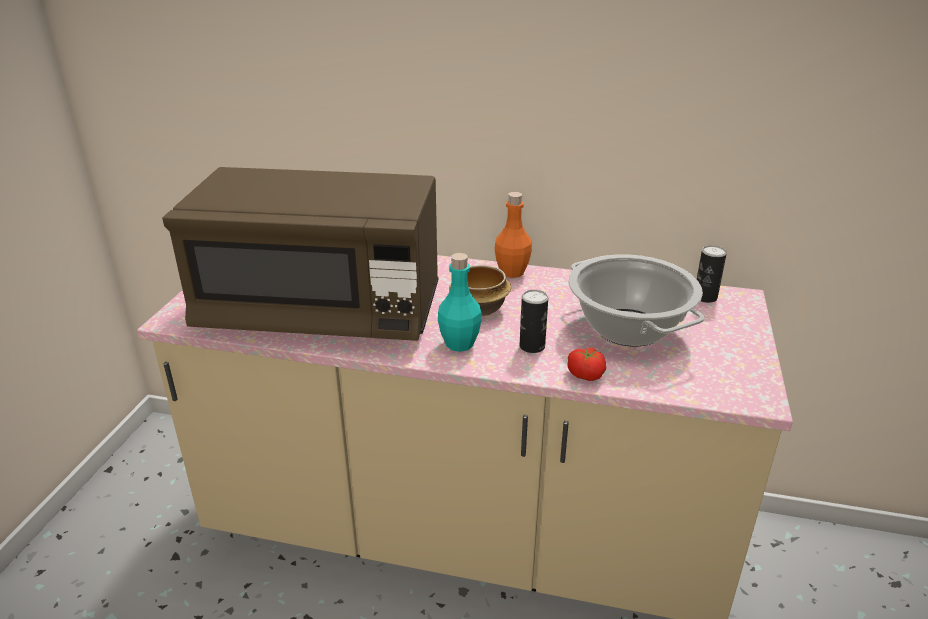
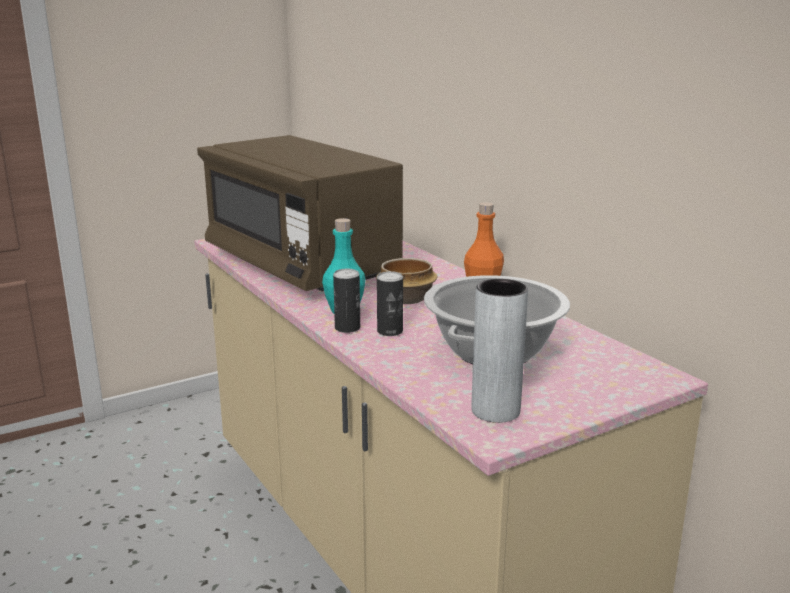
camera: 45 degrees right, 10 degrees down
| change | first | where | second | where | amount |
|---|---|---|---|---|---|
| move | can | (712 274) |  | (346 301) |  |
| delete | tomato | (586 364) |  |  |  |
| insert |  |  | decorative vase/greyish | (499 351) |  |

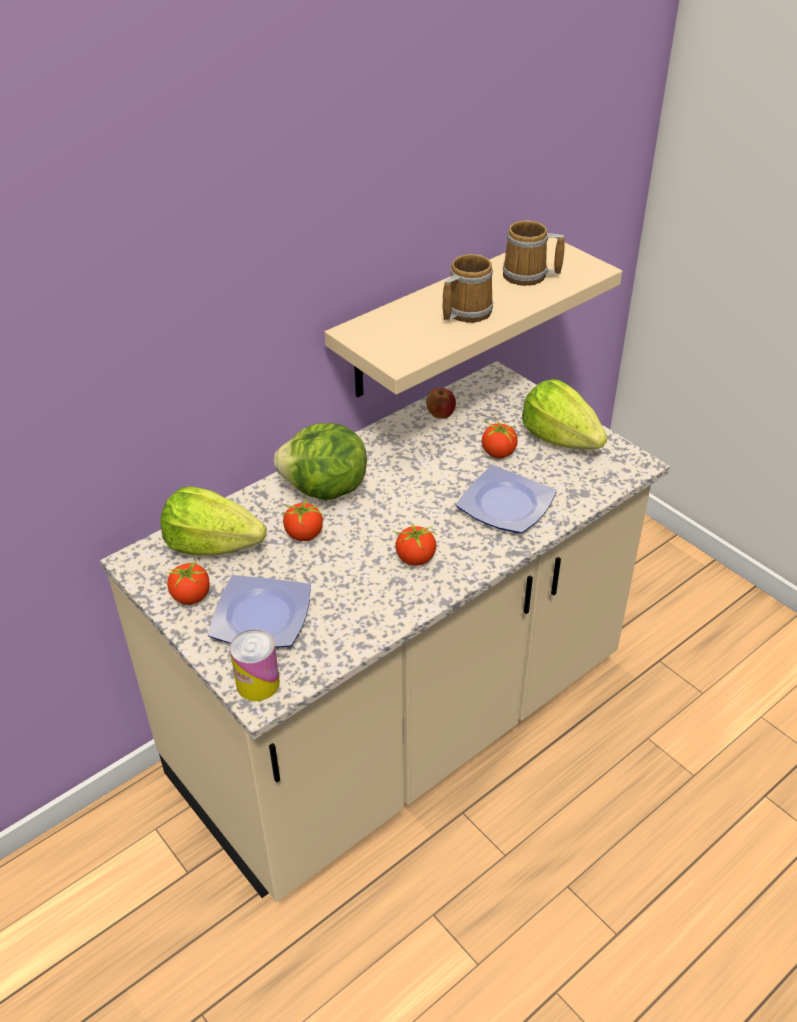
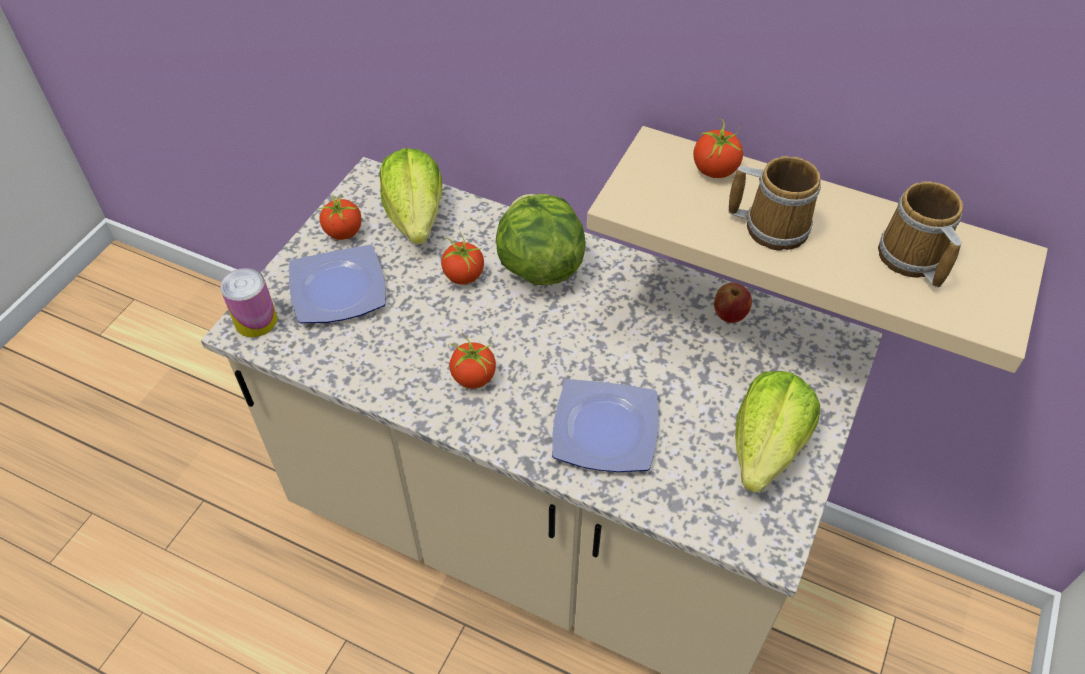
camera: 65 degrees right, 10 degrees up
| change | first | where | second | where | amount |
|---|---|---|---|---|---|
| move | tomato | (500 437) |  | (718 148) |  |

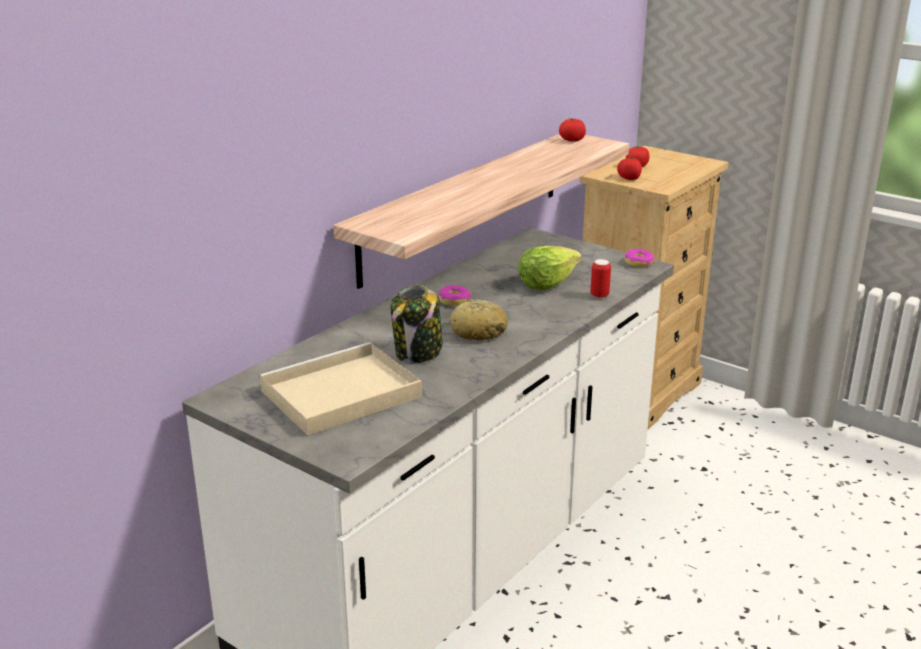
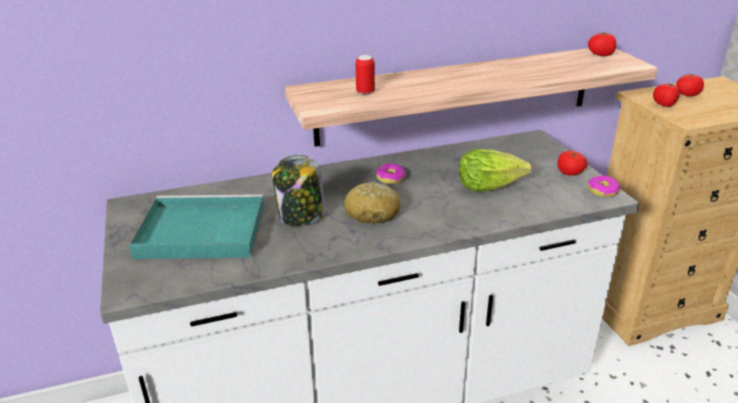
camera: 35 degrees right, 5 degrees up
| change | first | where | second | where | amount |
|---|---|---|---|---|---|
| move | can | (600 278) |  | (365 75) |  |
| recolor | serving tray/sand-coloured | (340 388) | serving tray/turquoise-coloured | (197 226) |  |
| insert |  |  | tomato | (572 163) |  |

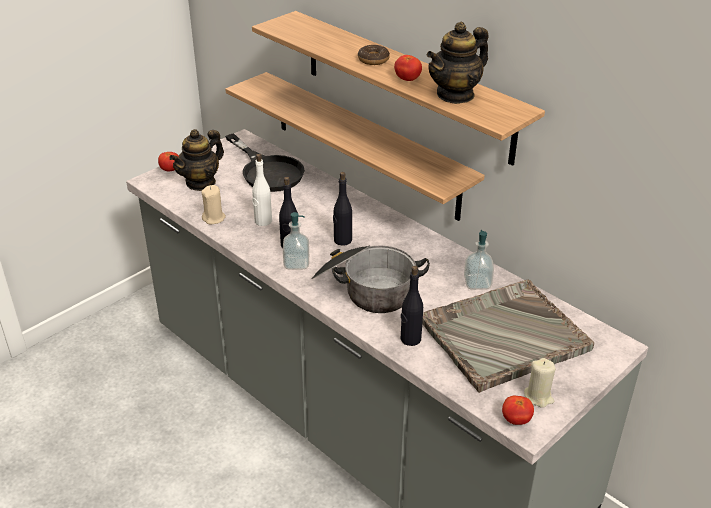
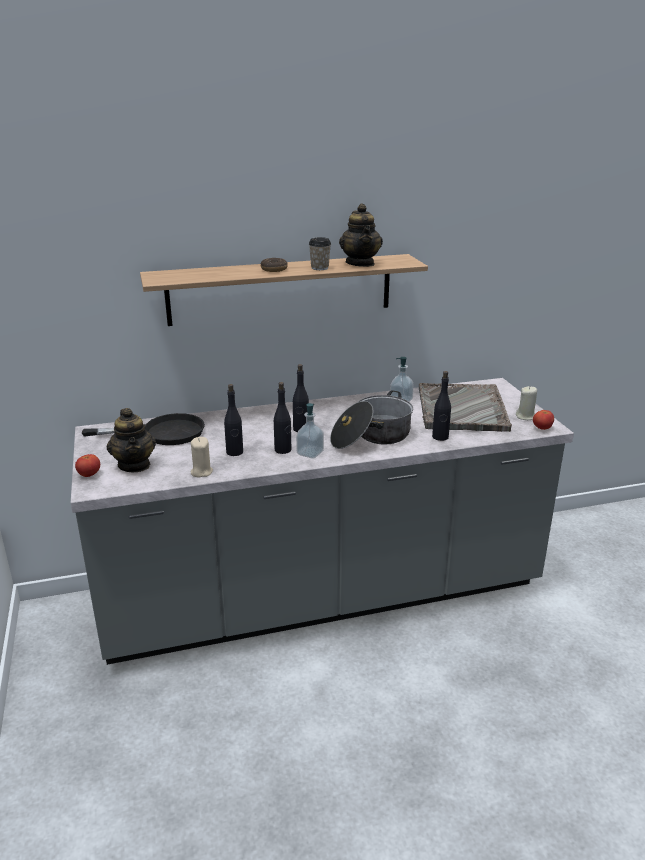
camera: 60 degrees left, 10 degrees down
| change | first | where | second | where | amount |
|---|---|---|---|---|---|
| replace | tomato | (408 68) | drinking cup | (320 253) |  |
| delete | wall shelf | (355 146) |  |  |  |
| recolor | drink bottle/white-coloured | (262 190) | drink bottle/black | (233 420) |  |

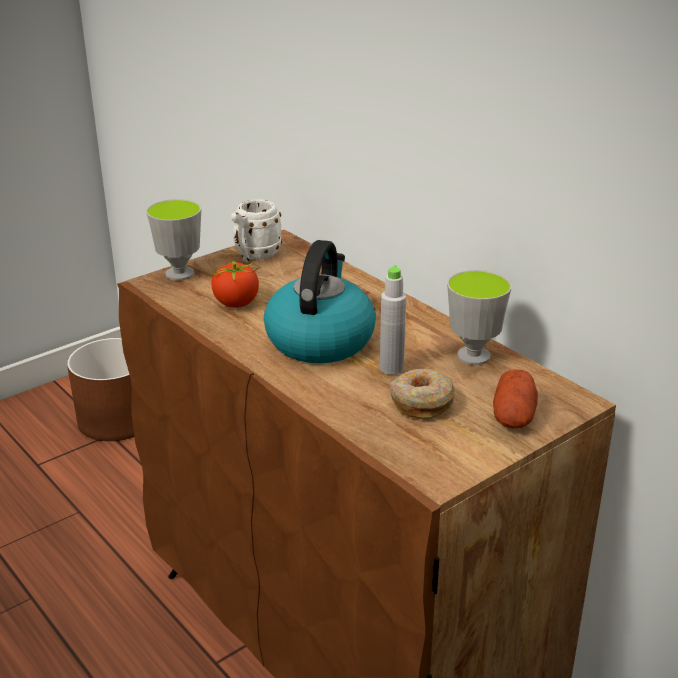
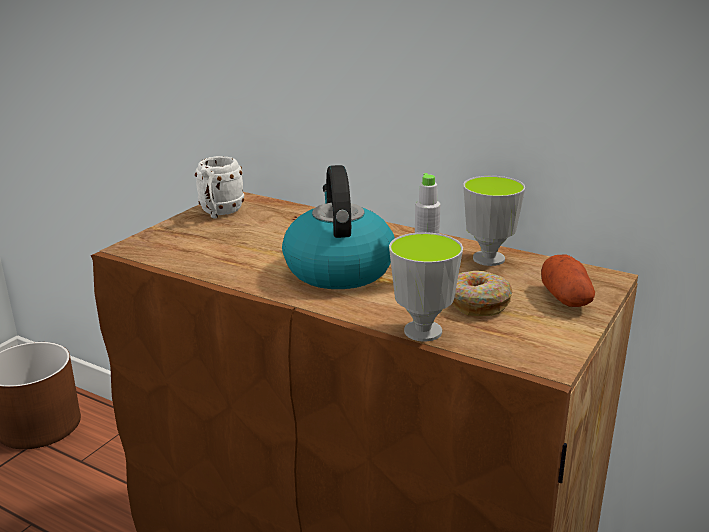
camera: 20 degrees left, 5 degrees down
| change | first | where | second | where | amount |
|---|---|---|---|---|---|
| move | drinking cup | (173 240) |  | (426 286) |  |
| delete | tomato | (234 282) |  |  |  |

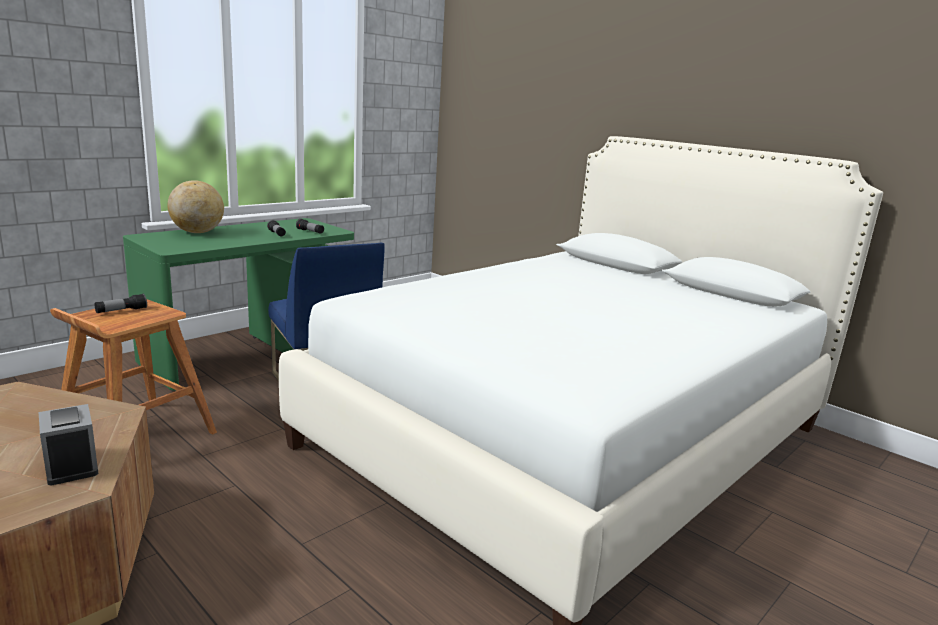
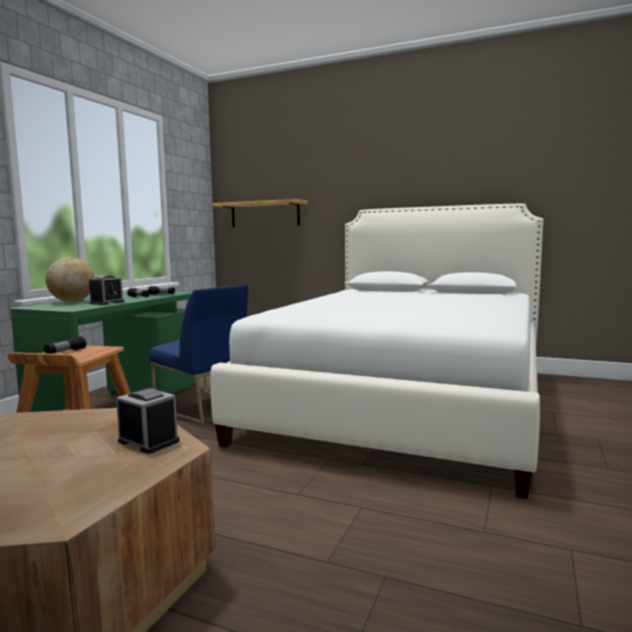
camera: 20 degrees left, 10 degrees down
| change | first | where | second | where | amount |
|---|---|---|---|---|---|
| insert |  |  | wall shelf | (260 213) |  |
| insert |  |  | bedside clock | (106 290) |  |

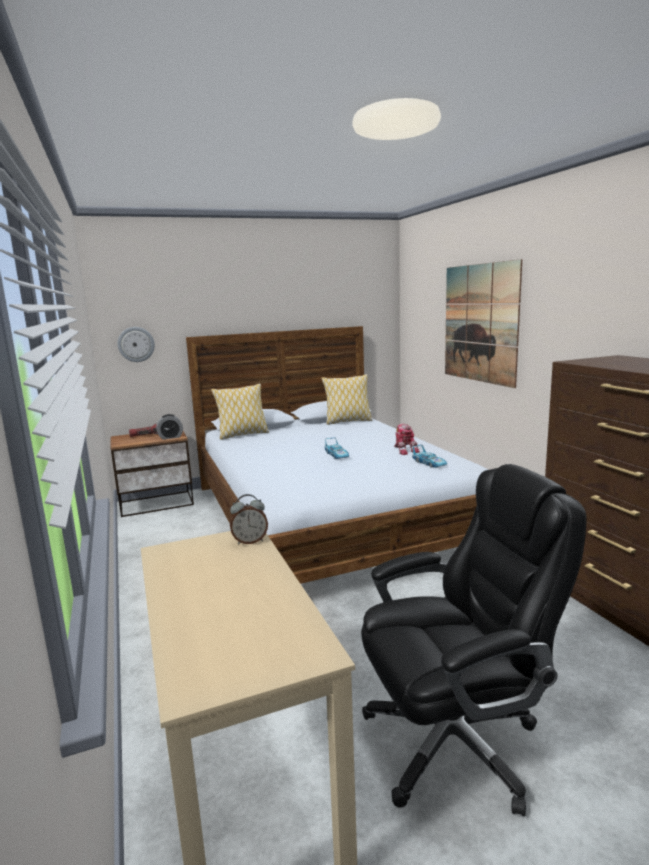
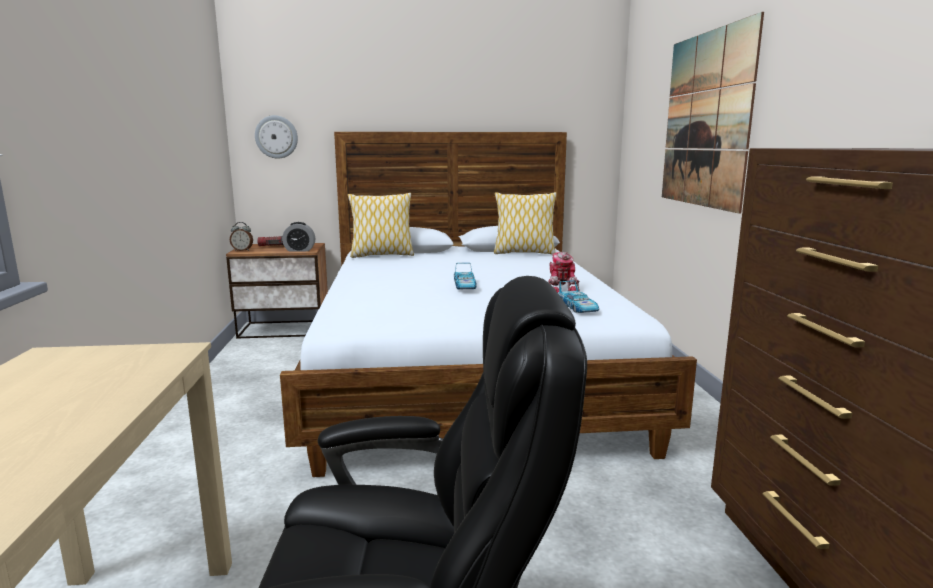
camera: 15 degrees right, 0 degrees up
| change | first | where | second | where | amount |
|---|---|---|---|---|---|
| move | bedside clock | (249 519) |  | (241 236) |  |

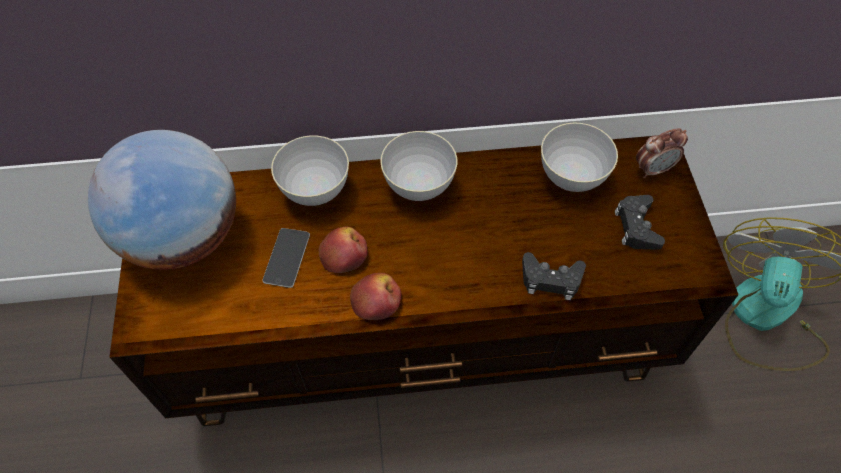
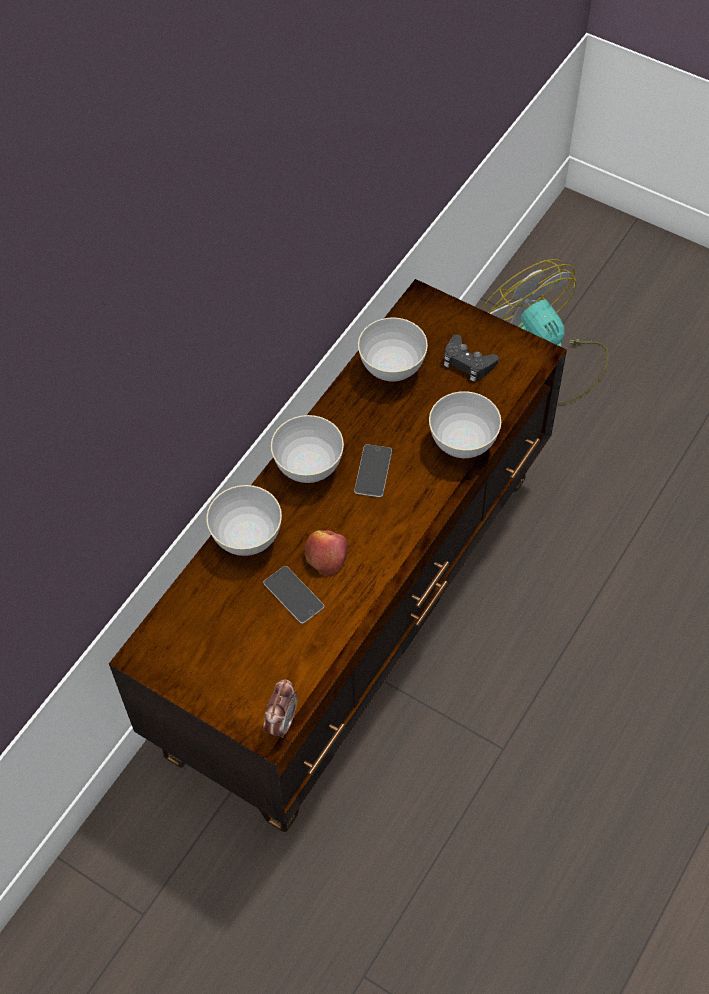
camera: 50 degrees left, 0 degrees up
| change | first | where | second | where | amount |
|---|---|---|---|---|---|
| move | bedside clock | (662 153) |  | (280 708) |  |
| delete | desk globe | (162 200) |  |  |  |
| replace | gamepad/black | (554 276) | deep dish/greyish | (465 424) |  |
| delete | apple fruit | (375 296) |  |  |  |
| insert |  |  | handset | (373 470) |  |

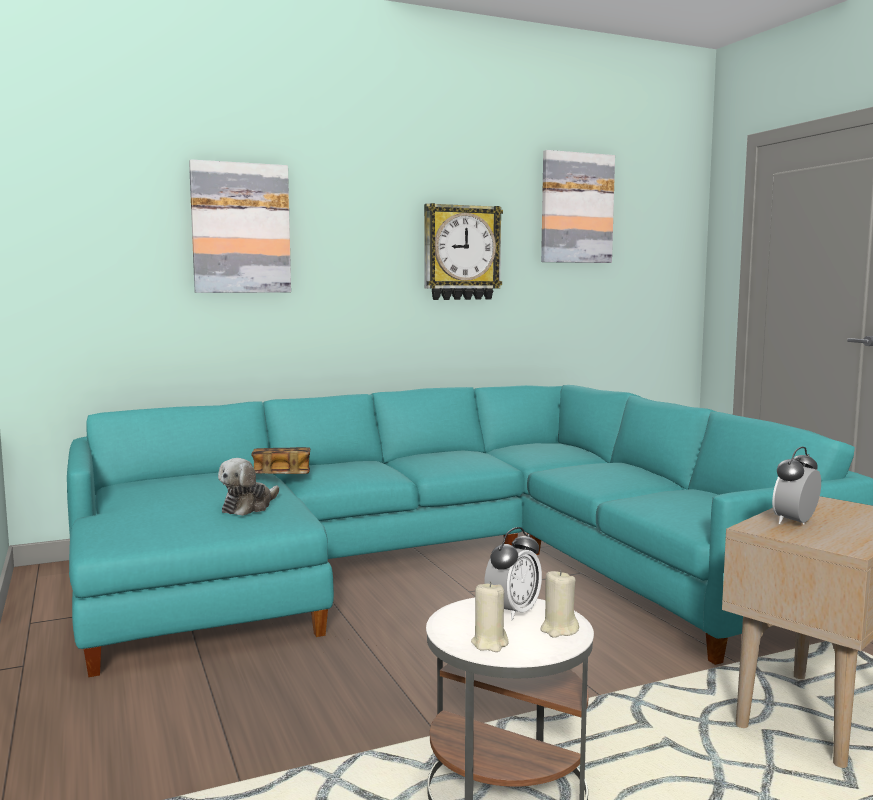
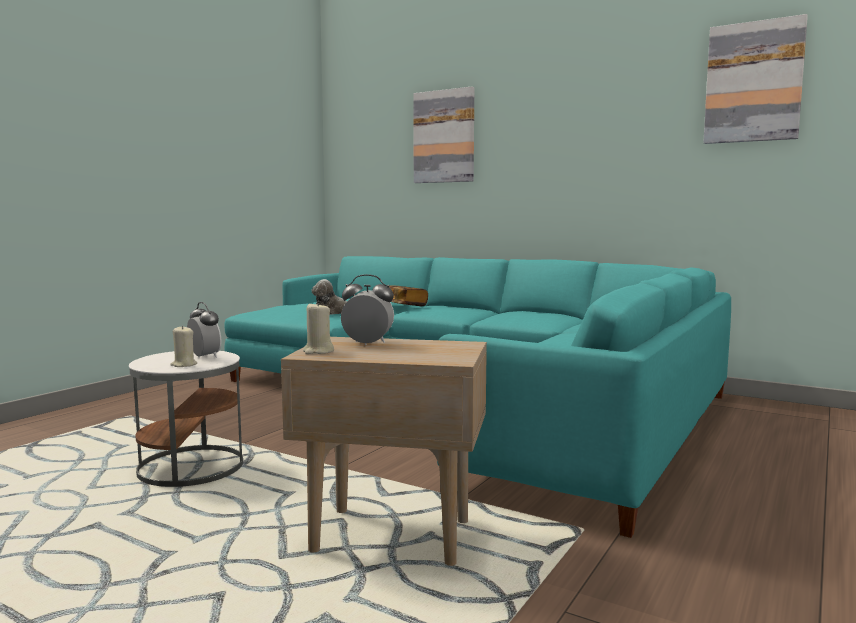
camera: 55 degrees right, 0 degrees up
| change | first | where | second | where | amount |
|---|---|---|---|---|---|
| delete | wall clock | (463 251) |  |  |  |
| rotate | bedside clock | (513 573) |  | (204 330) | 135 degrees counterclockwise |
| move | wax light/sand-coloured | (490 616) |  | (318 327) |  |

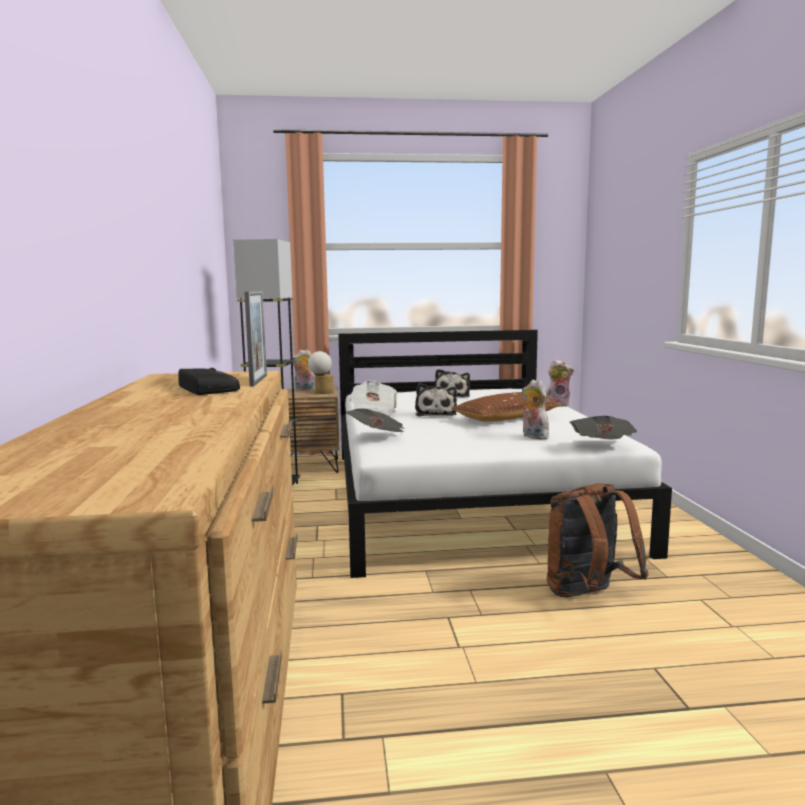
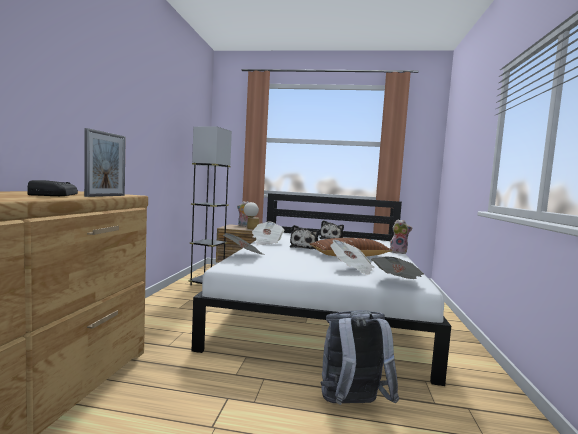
camera: 15 degrees right, 5 degrees down
| change | first | where | second | where | amount |
|---|---|---|---|---|---|
| replace | plush toy | (535 409) | newspaper | (352 257) |  |
| recolor | rucksack/brownish | (598 540) | rucksack/greyish | (359 357) |  |

